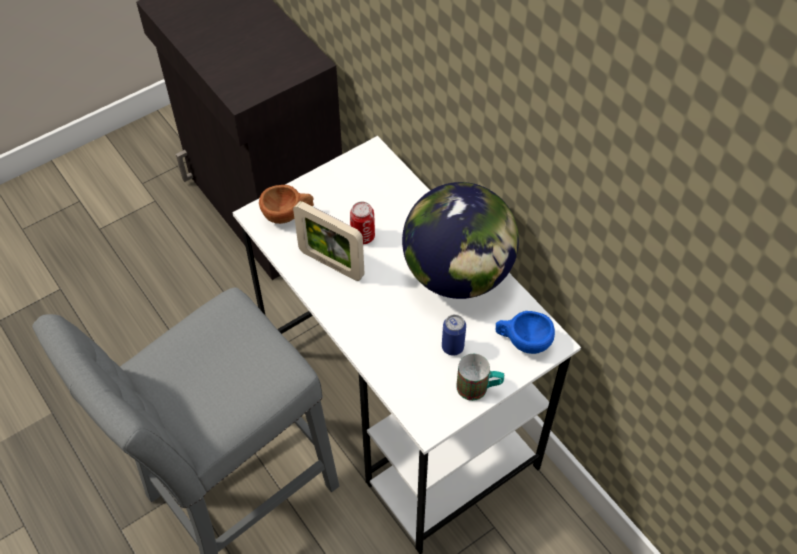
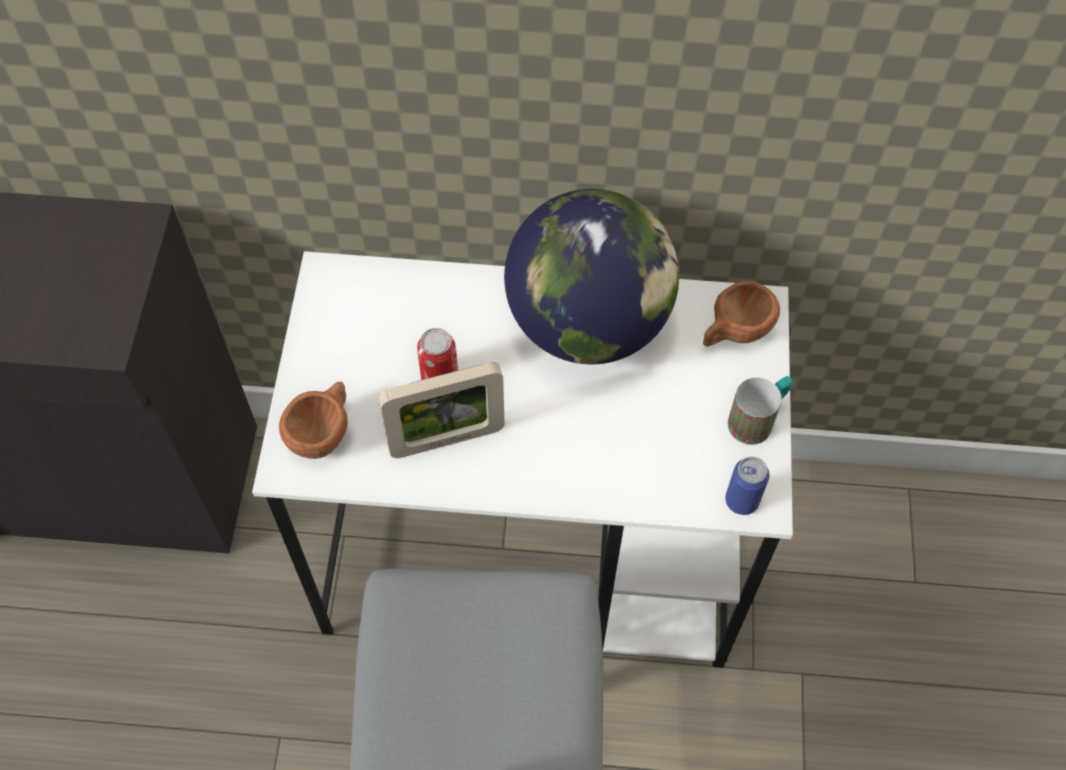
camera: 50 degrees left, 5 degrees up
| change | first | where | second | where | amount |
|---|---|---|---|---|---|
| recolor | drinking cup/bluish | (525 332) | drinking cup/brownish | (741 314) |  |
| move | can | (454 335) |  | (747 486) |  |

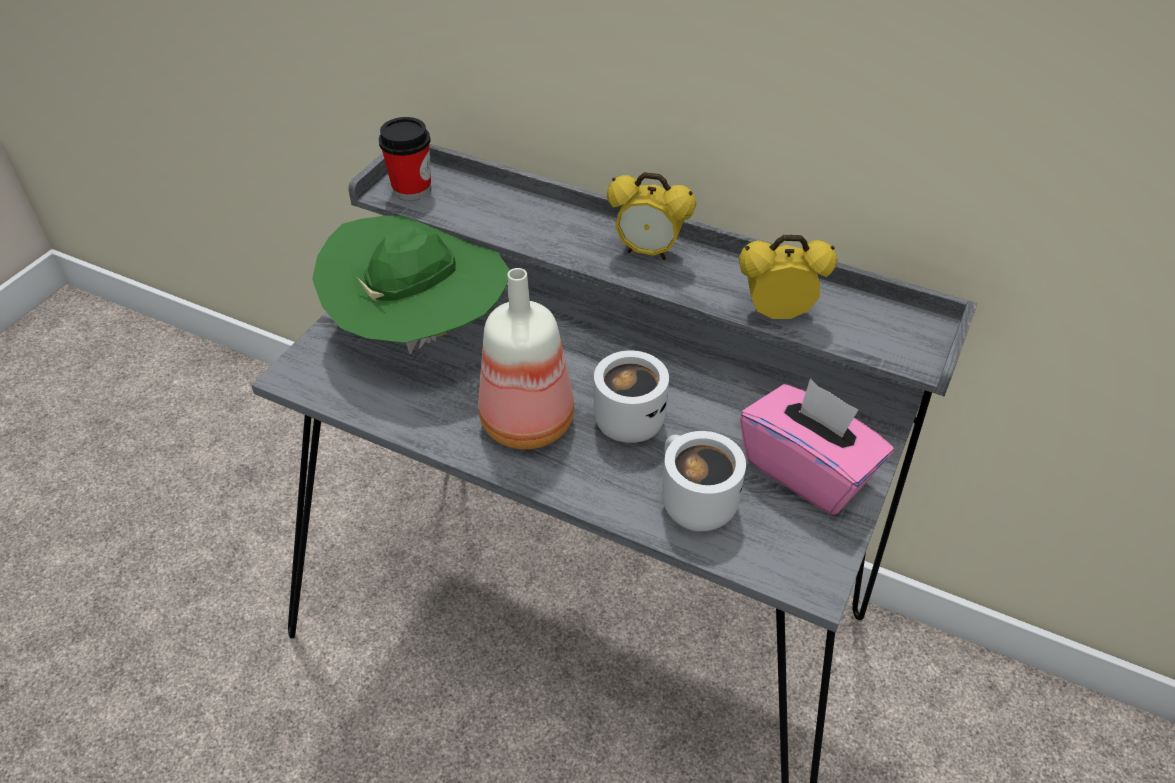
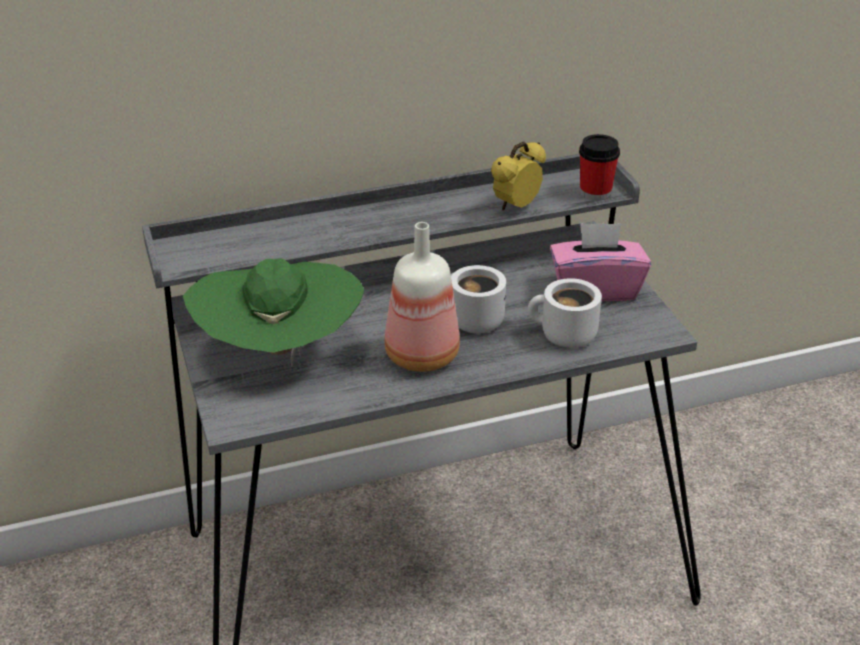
camera: 45 degrees left, 10 degrees down
| change | first | where | second | where | amount |
|---|---|---|---|---|---|
| move | drinking cup | (405 159) |  | (599 167) |  |
| delete | bedside clock | (651 216) |  |  |  |

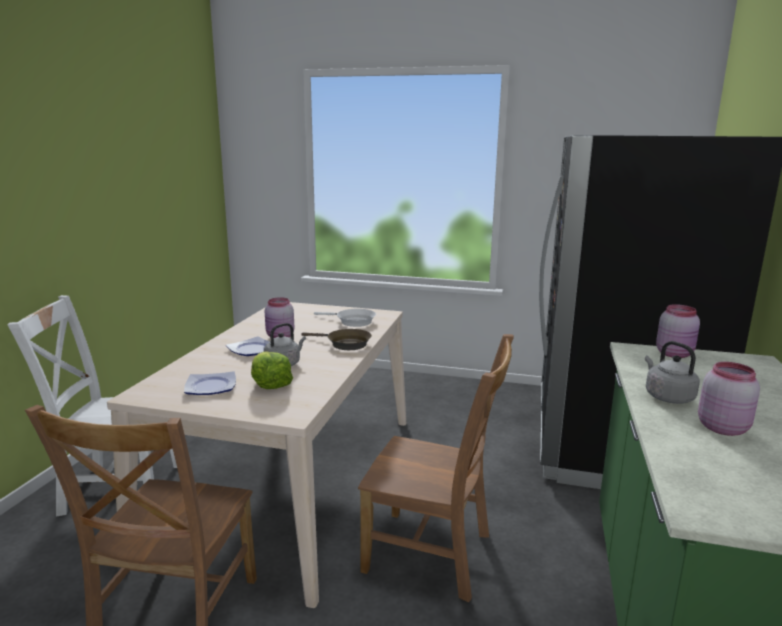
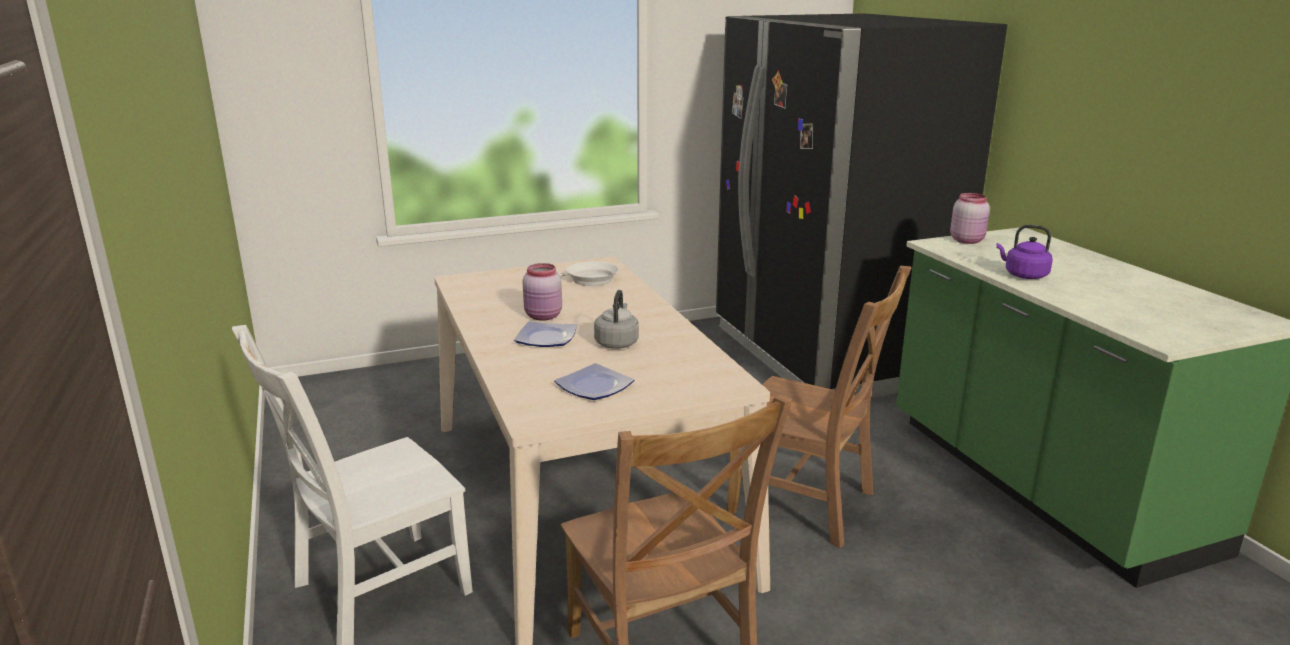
camera: 35 degrees left, 5 degrees up
| change | first | where | second | where | amount |
|---|---|---|---|---|---|
| delete | skillet/brownish | (336 339) |  |  |  |
| rotate | upright chair/brownish | (436 468) |  | (819 407) | 45 degrees clockwise |
| recolor | water kettle/greyish | (672 372) | water kettle/purple-coloured | (1024 252) |  |
| delete | lettuce head | (272 370) |  |  |  |
| delete | storage jar/pinkish | (729 399) |  |  |  |

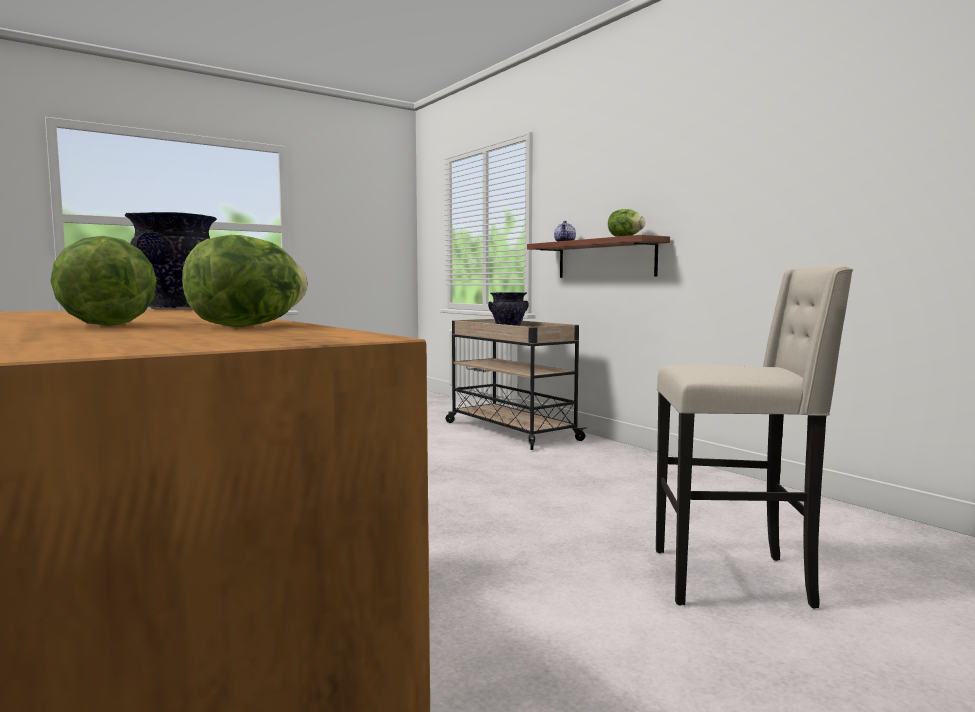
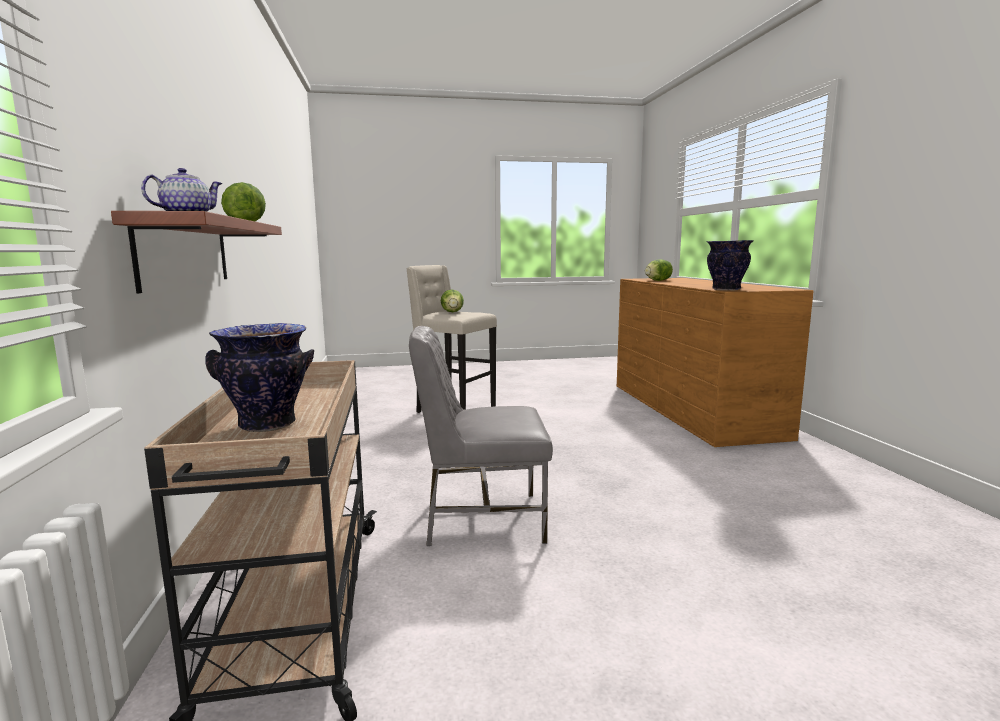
camera: 155 degrees left, 5 degrees up
| change | first | where | second | where | amount |
|---|---|---|---|---|---|
| move | lettuce head | (103 281) |  | (452 300) |  |
| insert |  |  | upright chair/greyish | (481 436) |  |

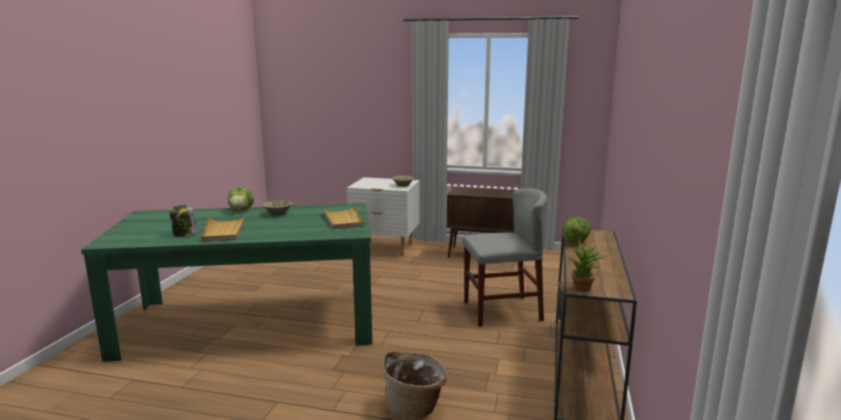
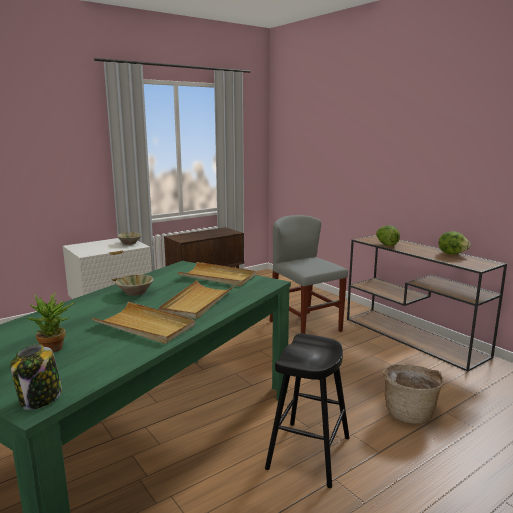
camera: 50 degrees left, 0 degrees up
| change | first | where | second | where | amount |
|---|---|---|---|---|---|
| move | lettuce head | (241 199) |  | (455 243) |  |
| rotate | upright chair/greyish | (504 257) |  | (308 274) | 60 degrees counterclockwise |
| move | storage jar | (183 221) |  | (36 377) |  |
| move | houseplant | (587 266) |  | (51 322) |  |
| insert |  |  | serving tray/sand-coloured | (197 299) |  |
| insert |  |  | stool/black | (307 411) |  |

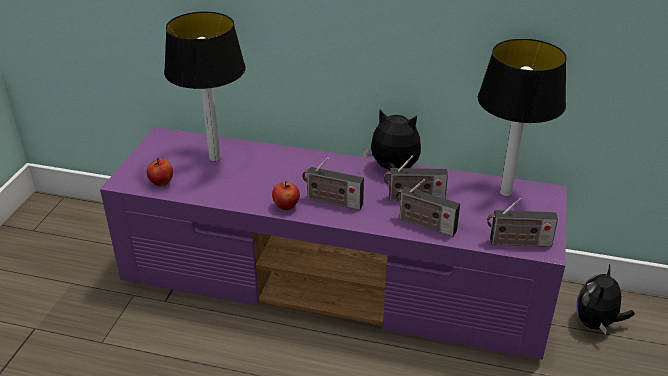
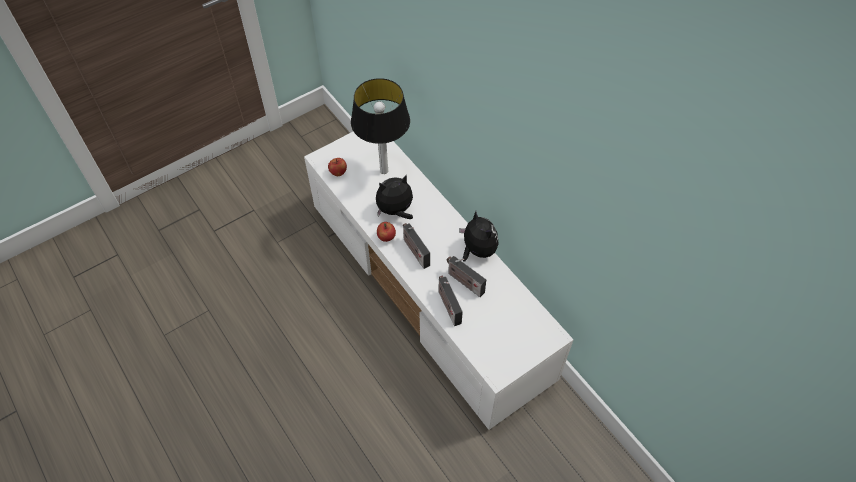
camera: 40 degrees right, 20 degrees up
| change | first | where | second | where | amount |
|---|---|---|---|---|---|
| delete | table lamp | (522 117) |  |  |  |
| recolor | tv stand/purple-coloured | (333 243) | tv stand/white-coloured | (439 281) |  |
| delete | radio set | (522 222) |  |  |  |
| move | plush toy | (605 299) |  | (394 197) |  |

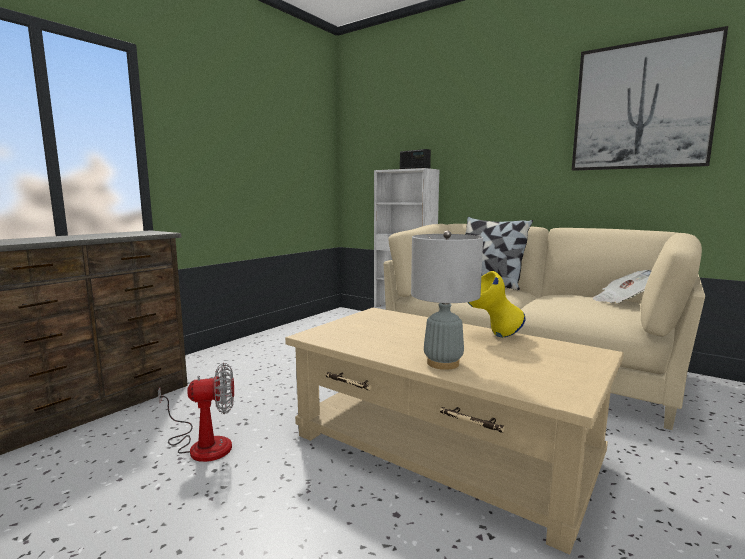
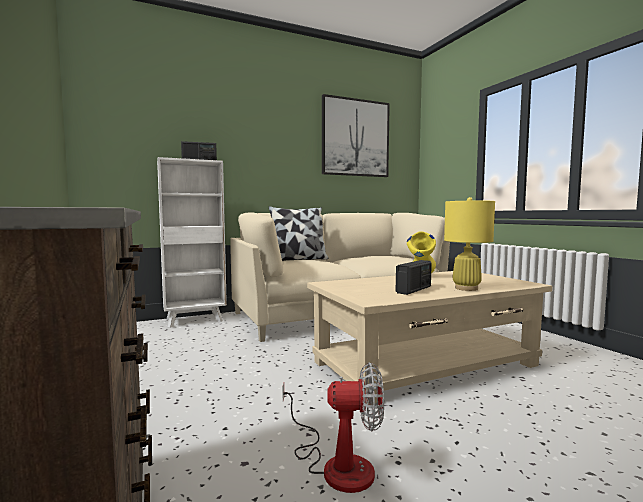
camera: 60 degrees left, 5 degrees down
| change | first | where | second | where | amount |
|---|---|---|---|---|---|
| recolor | table lamp/greyish | (447 300) | table lamp/yellow | (469 244) |  |
| delete | newspaper | (622 286) |  |  |  |
| rotate | cooling fan | (196 412) |  | (333 427) | 75 degrees clockwise |
| insert |  |  | radio set | (414 277) |  |

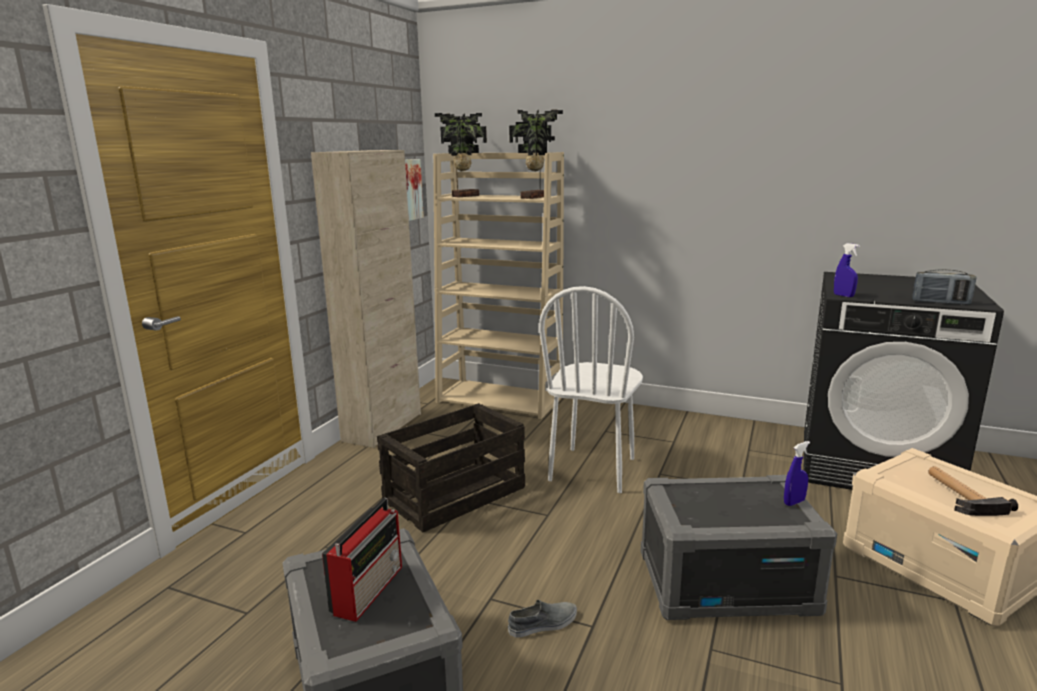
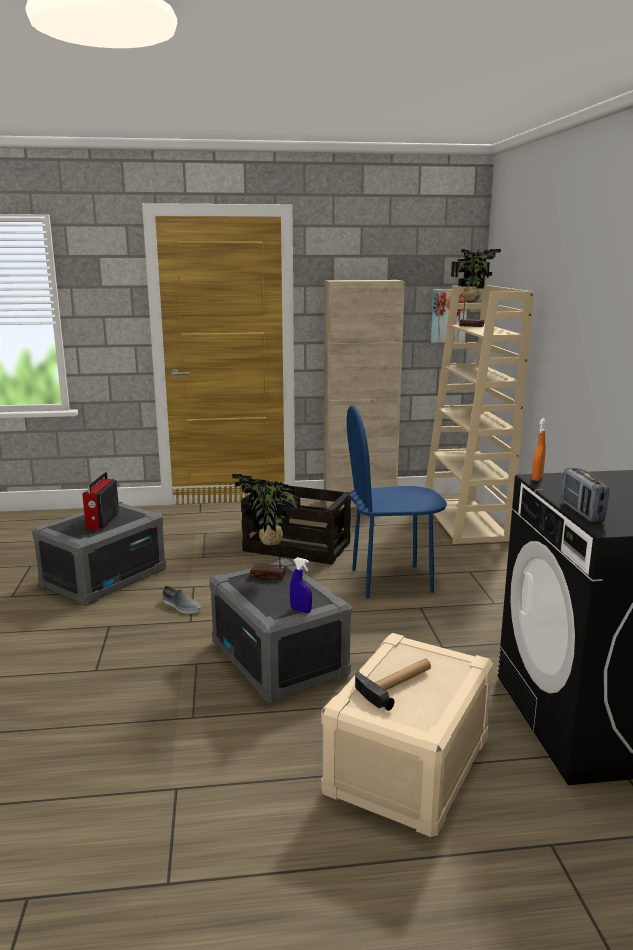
camera: 60 degrees right, 0 degrees up
| change | first | where | second | where | amount |
|---|---|---|---|---|---|
| move | houseplant | (536 154) |  | (266 527) |  |
| recolor | hand sprayer/bluish | (847 270) | hand sprayer/orangey | (539 449) |  |
| recolor | upright chair/white-coloured | (591 389) | upright chair/bluish | (397 502) |  |
| rotate | radio set | (362 560) |  | (100 501) | 105 degrees clockwise |

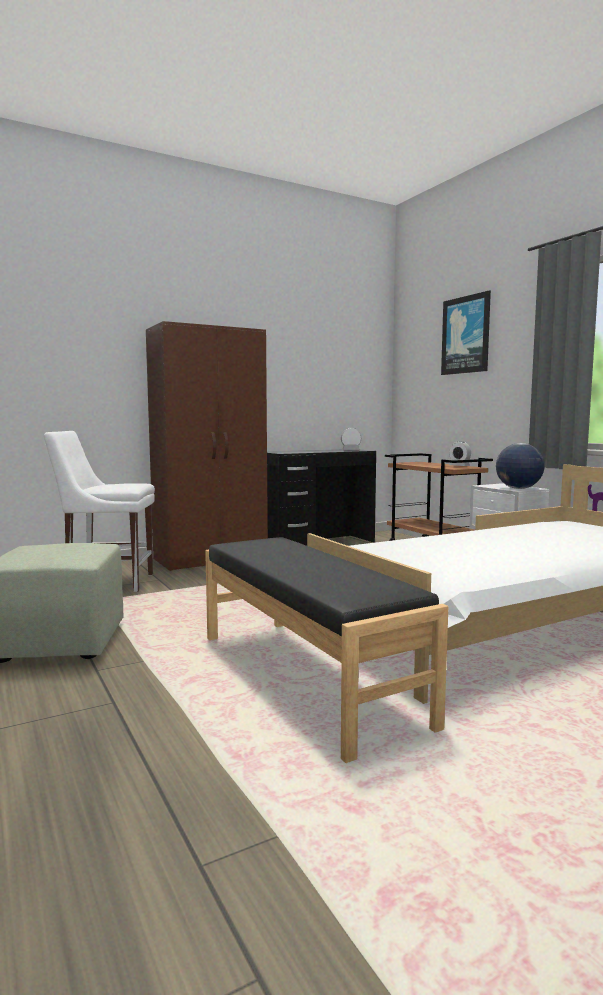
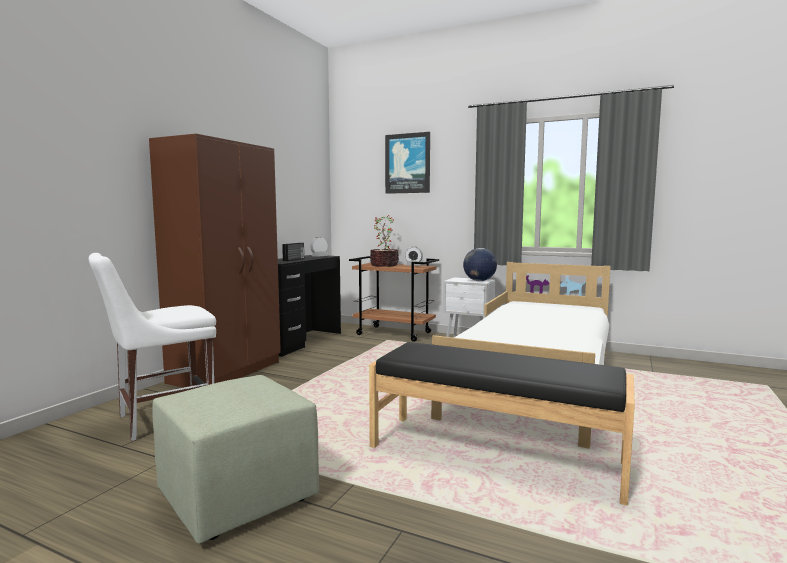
camera: 35 degrees left, 0 degrees up
| change | first | where | second | where | amount |
|---|---|---|---|---|---|
| insert |  |  | houseplant | (384 241) |  |
| insert |  |  | radio set | (293 252) |  |

